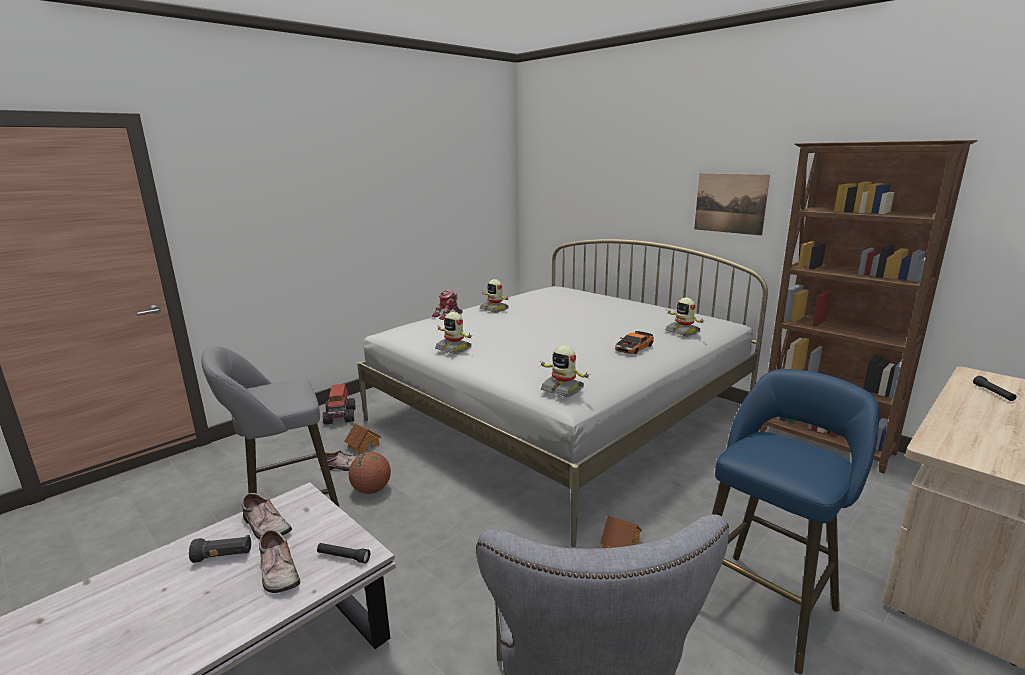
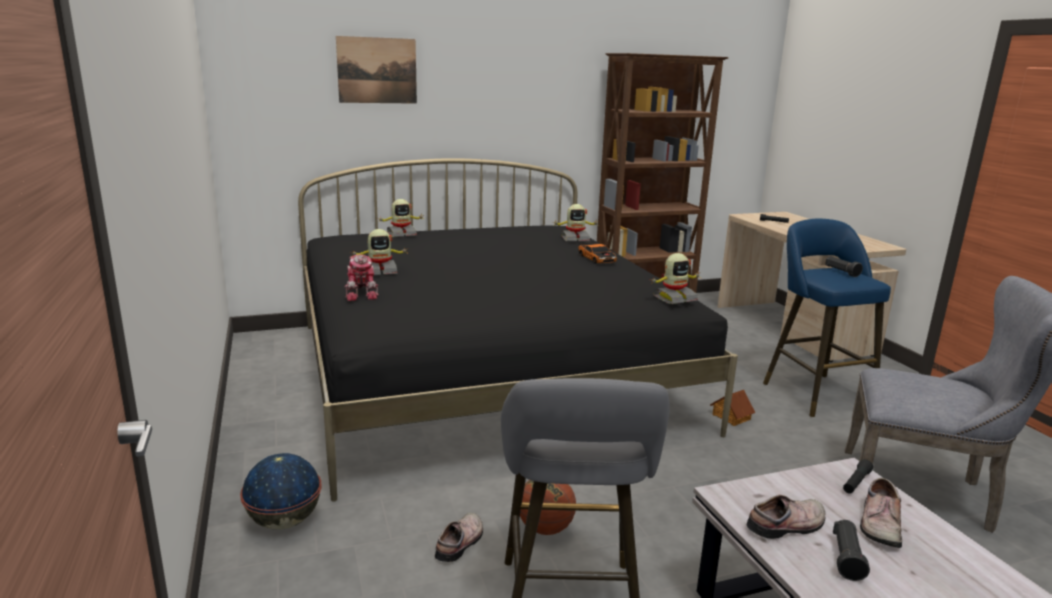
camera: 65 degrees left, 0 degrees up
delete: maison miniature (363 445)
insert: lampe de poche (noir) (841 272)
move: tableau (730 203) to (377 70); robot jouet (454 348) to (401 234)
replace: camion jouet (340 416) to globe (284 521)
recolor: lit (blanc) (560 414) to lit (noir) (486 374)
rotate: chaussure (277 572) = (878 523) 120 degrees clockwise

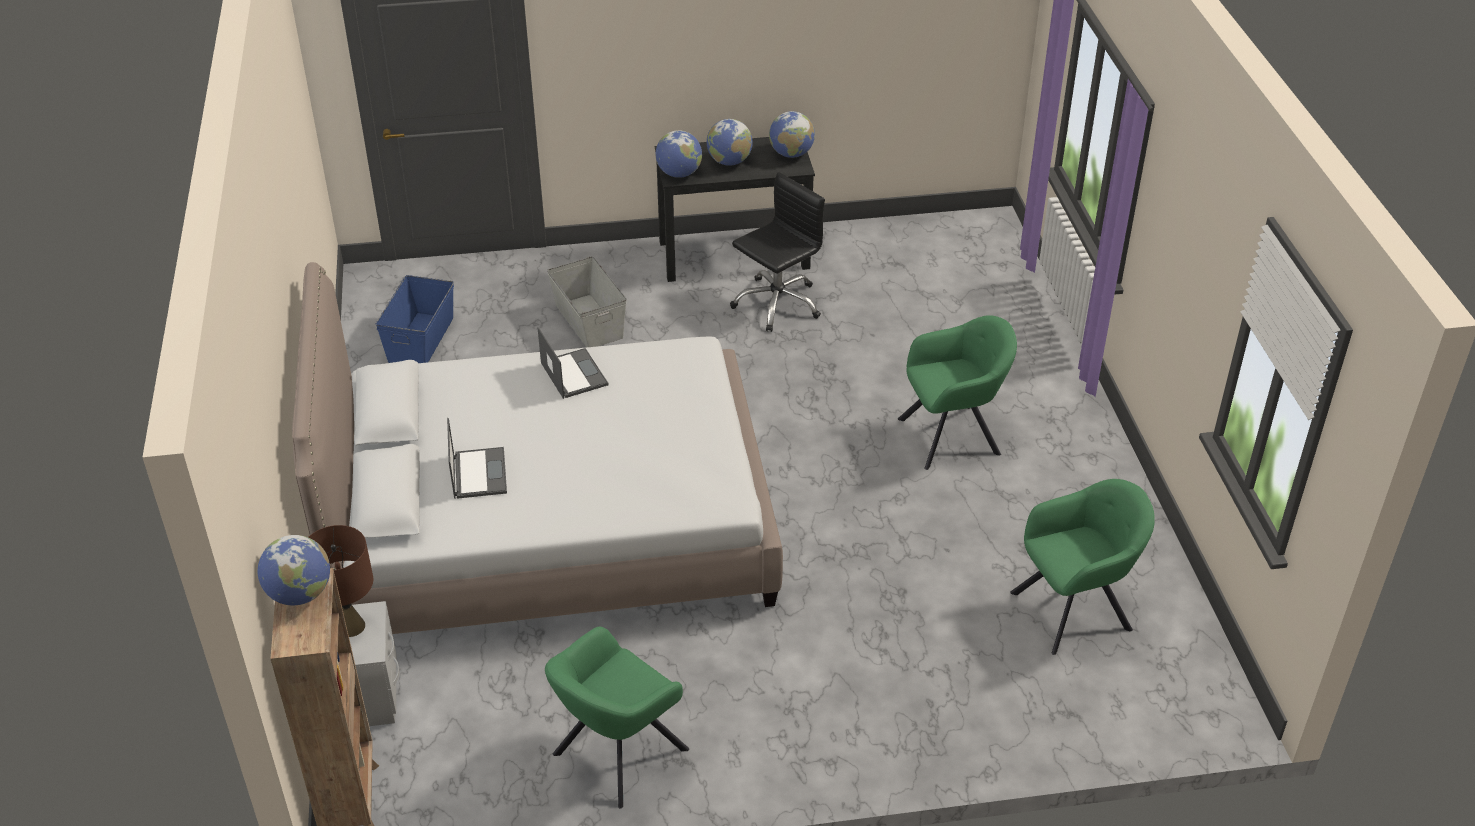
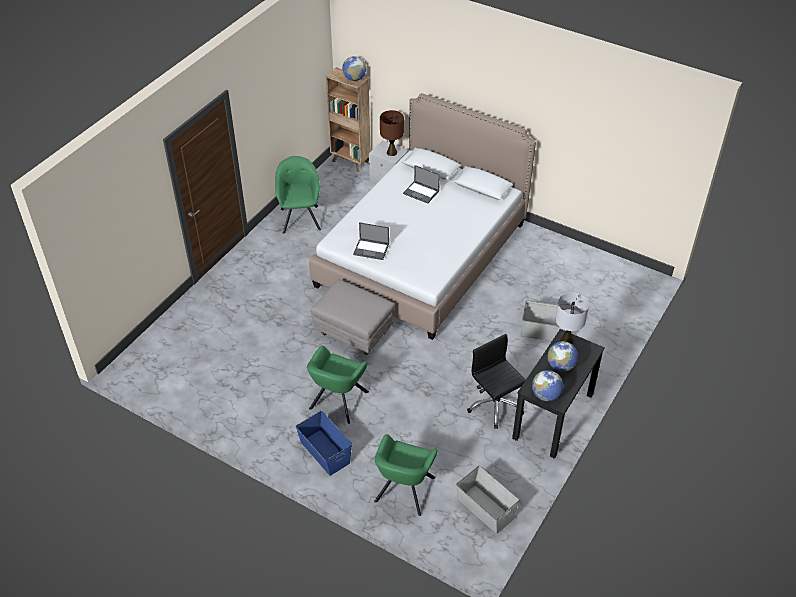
camera: 130 degrees right, 5 degrees up
insert: pouf (gris) (354 333); boîte de rangement (gris) (485 509)
move: boîte de rangement (bleu) (421 339) to (325 452); ordinateur portable (573 373) to (371 249); fauteuil (vert) (1075 609) to (404 491)
replace: globe (679 174) to lampe de table (gris) (566 340)
rotate: chaise de bureau (noir) (777 303) = (494 406) 150 degrees clockwise

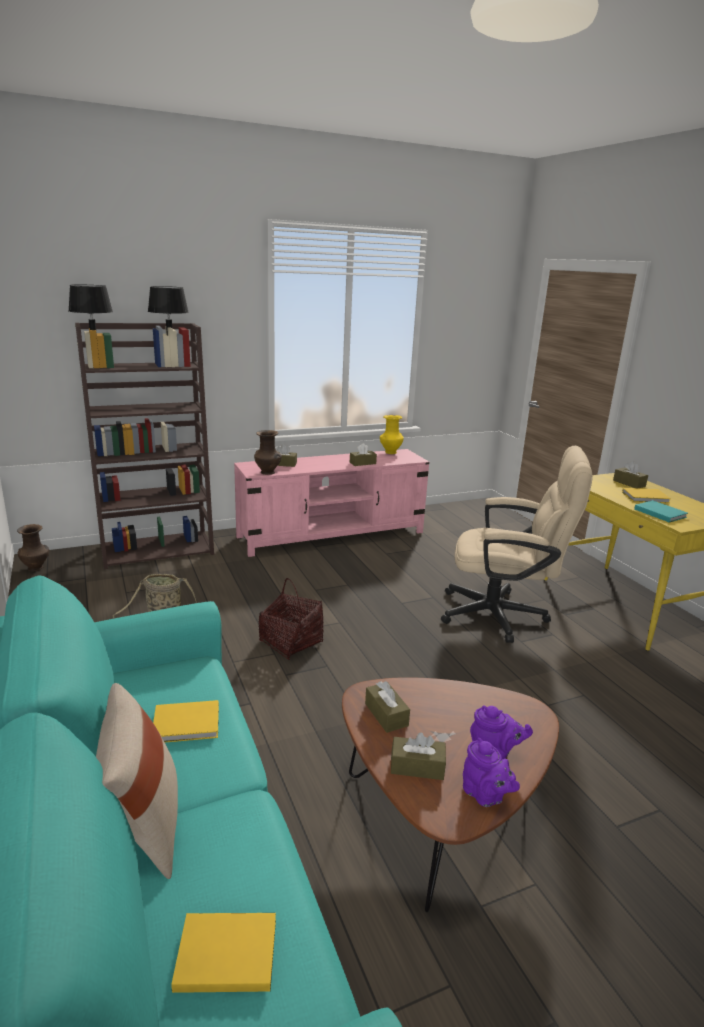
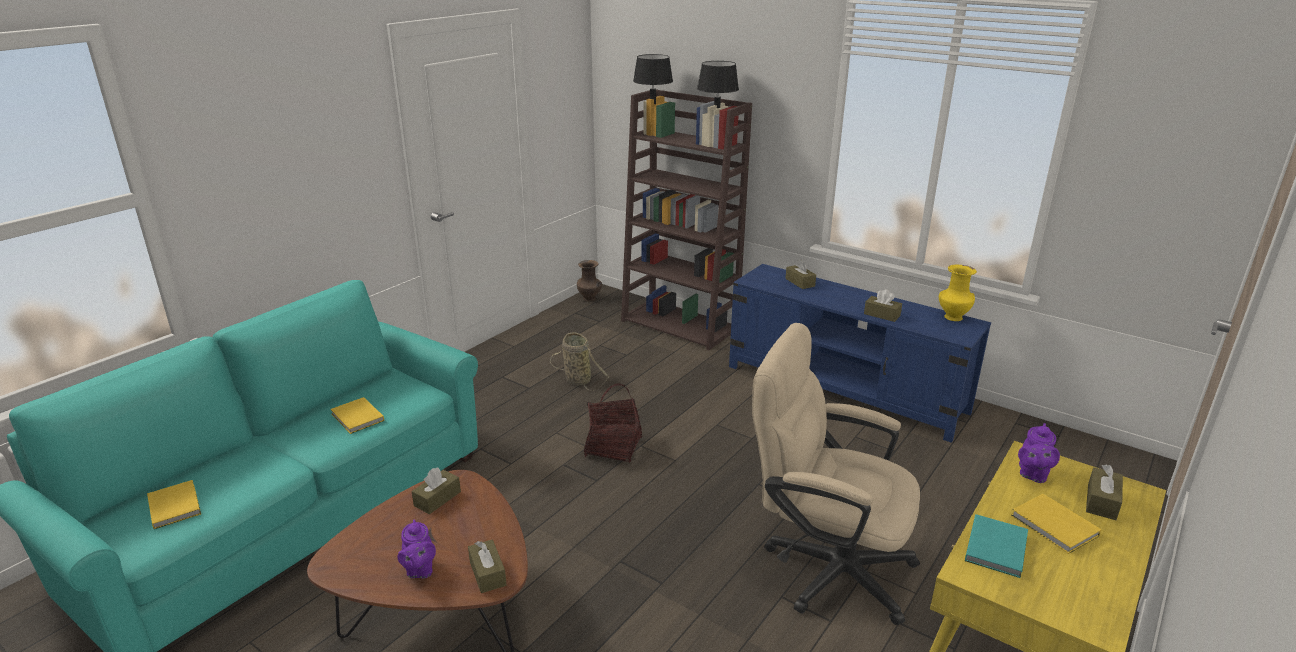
camera: 60 degrees right, 5 degrees up
delete: coussin (beige) (144 825); vase (marron) (268 473)
move: boîte à mouchoirs (marron) (417 767) to (487 573); théière (violet) (485 796) to (1032 474)
recolor: meuble télé (rose) (332 535) to meuble télé (bleu) (845 389)
rotate: chaise de bureau (beige) (503 615) = (825 566) 135 degrees clockwise

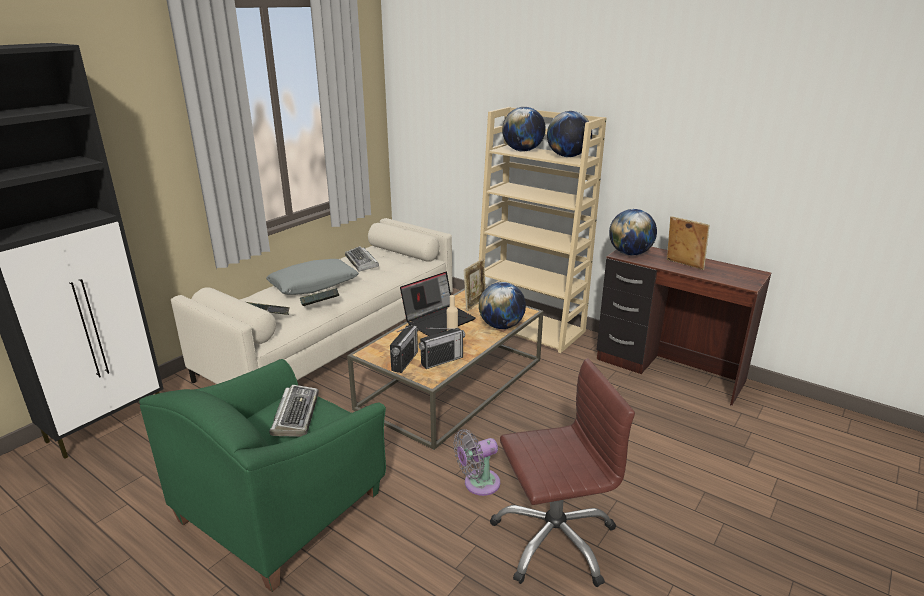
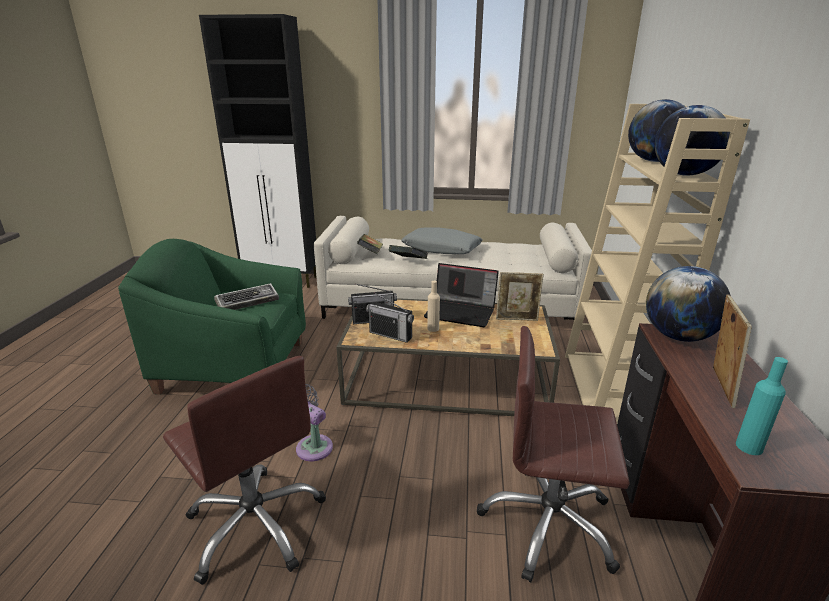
camera: 60 degrees right, 0 degrees up
delete: clavier (362 262); globe (501 326)
insert: chaise de bureau (marron) (548 524); bouteille (turquoise) (749 447)

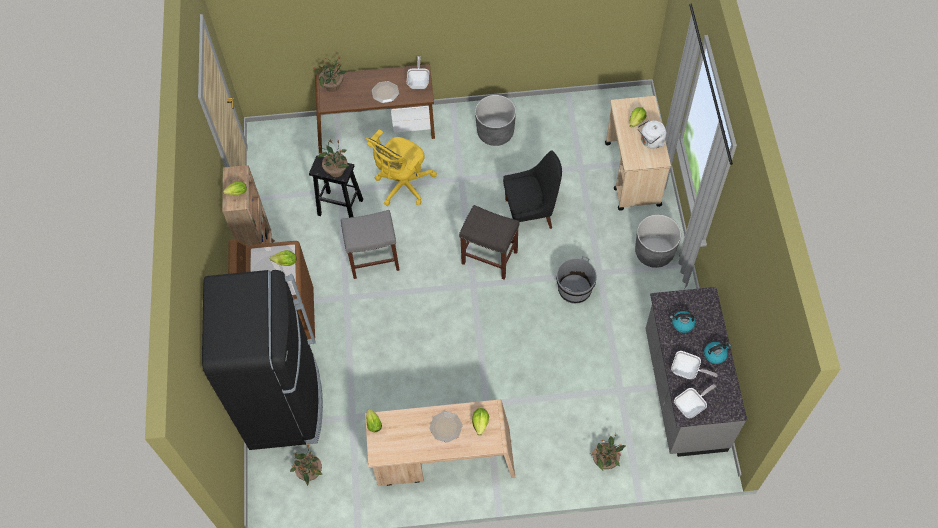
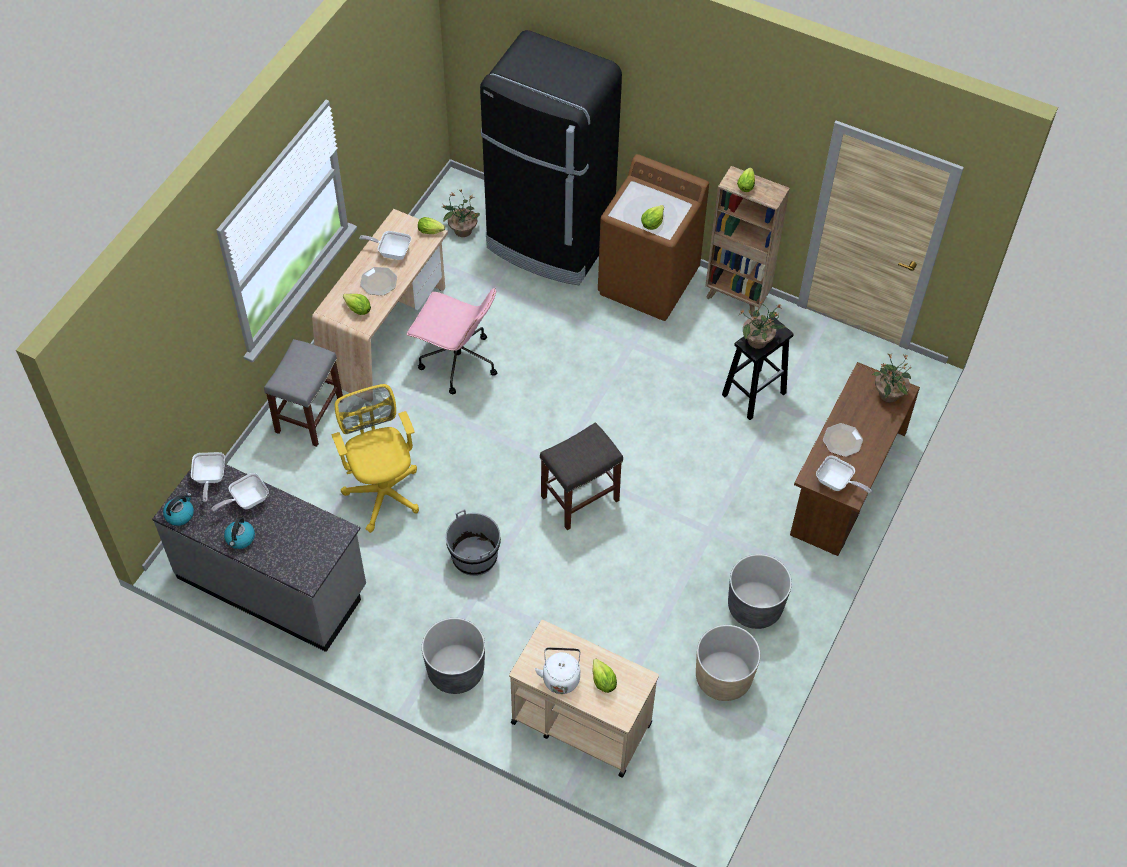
camera: 120 degrees right, 5 degrees down
delete: chaise (noir) (531 213); plante en pot (605 460)
insert: poêle (391 252); chaise de bureau (rose) (457 361); cache-pot (beige) (723 677)
move: bouilloire (682 324) to (180 514); tabouret (gris) (373 260) to (309 415); chaise de bureau (jaune) (402 186) to (382 490)

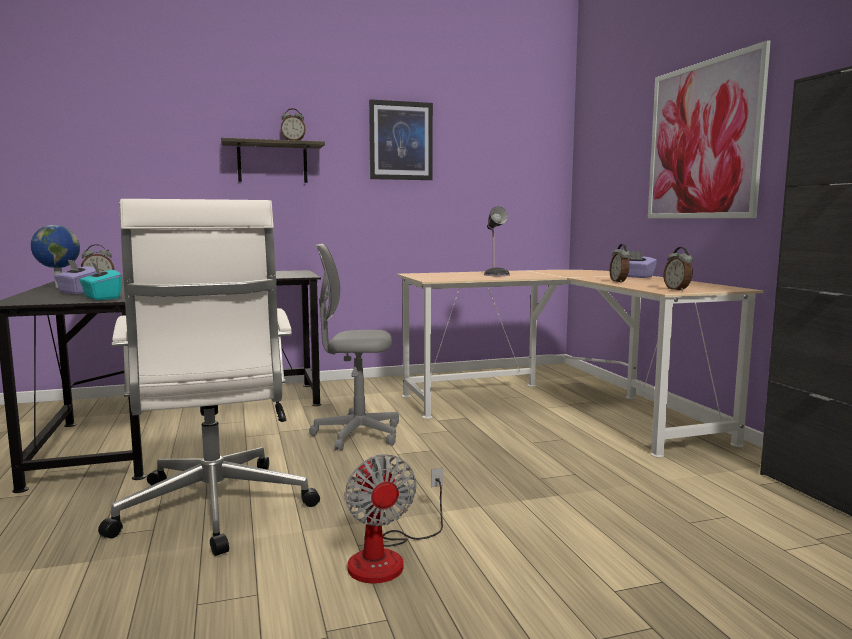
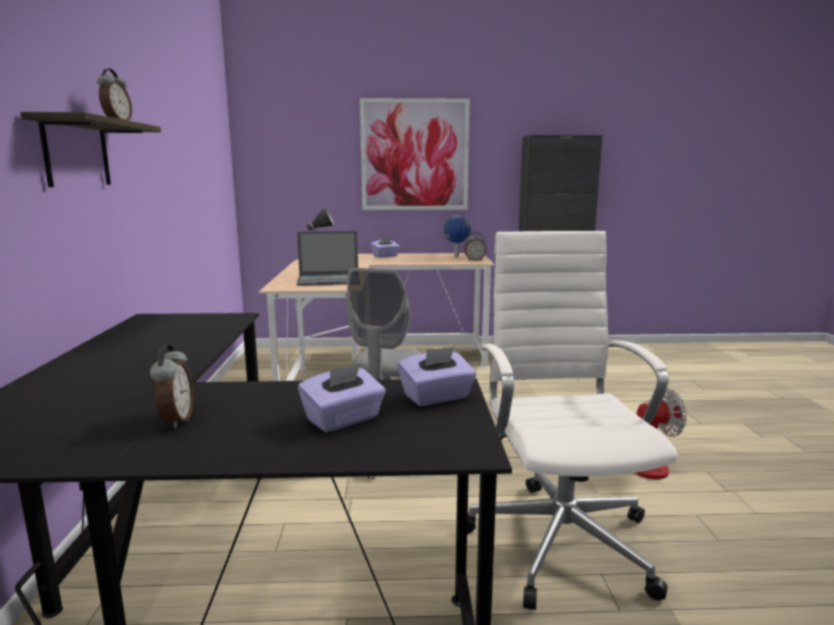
camera: 75 degrees left, 5 degrees up
delete: tableau (401 141); réveil (619 282)
insert: ordinateur portable (329 280)
move: globe (58 288) to (456 255)
recolor: boîte à mouchoirs (turquoise) (101 298) to boîte à mouchoirs (violet) (437 397)
rotate: chaise de bureau (blanc) (214 510) = (560 538) 90 degrees counterclockwise

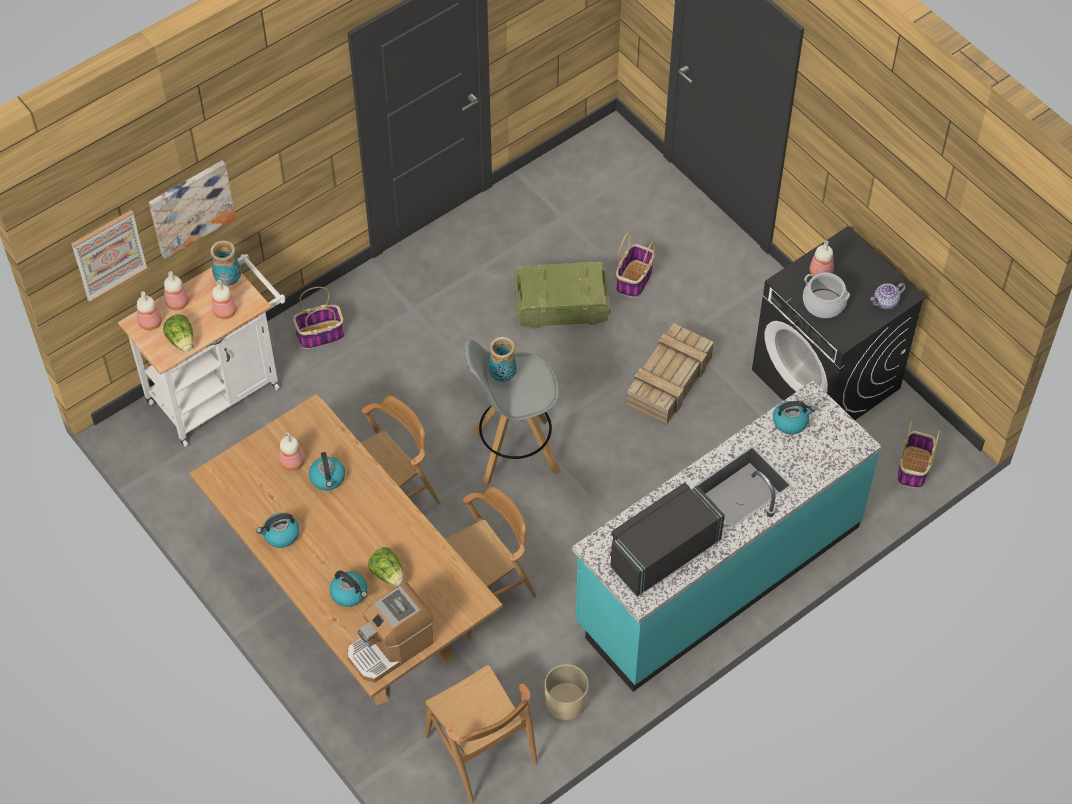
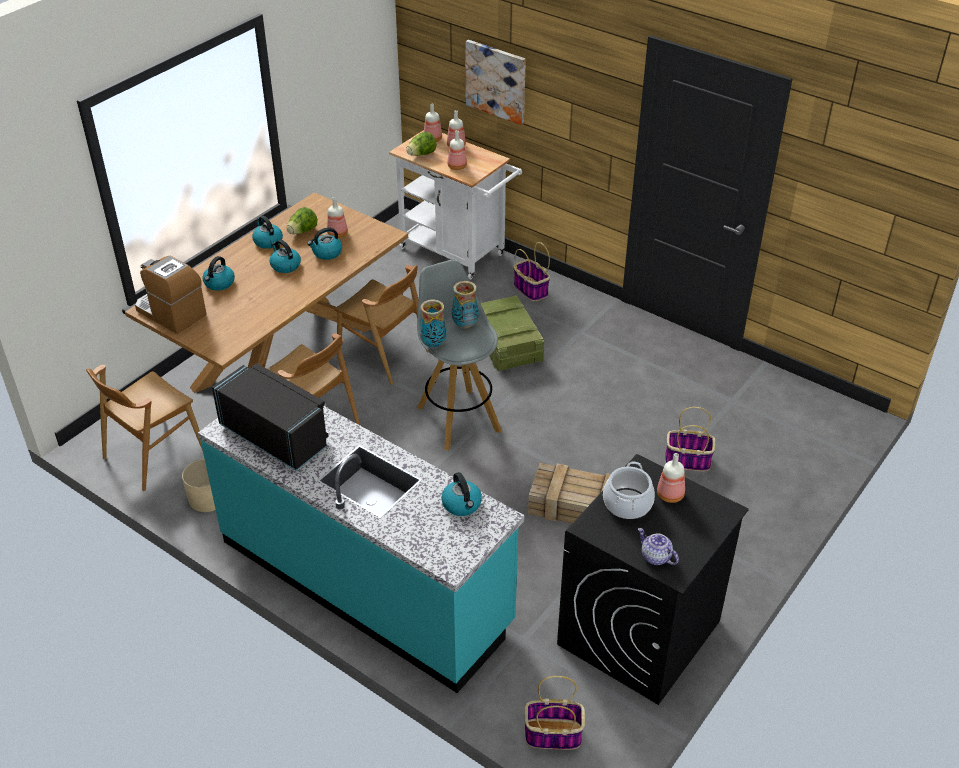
camera: 75 degrees right, 15 degrees down
delete: tableau (108 254)
insert: bouilloire (285 265)
move: laitue (388 574) to (302 231); vase (228 280) to (433 344); caisse (563 305) to (507 346)

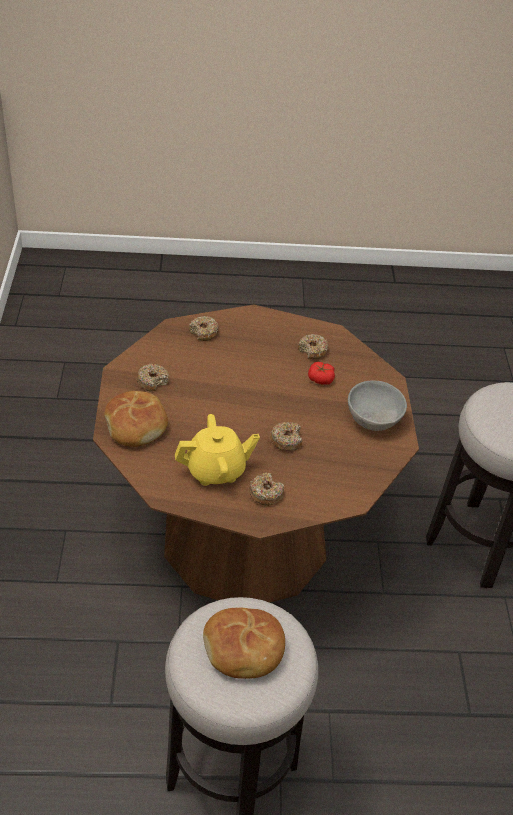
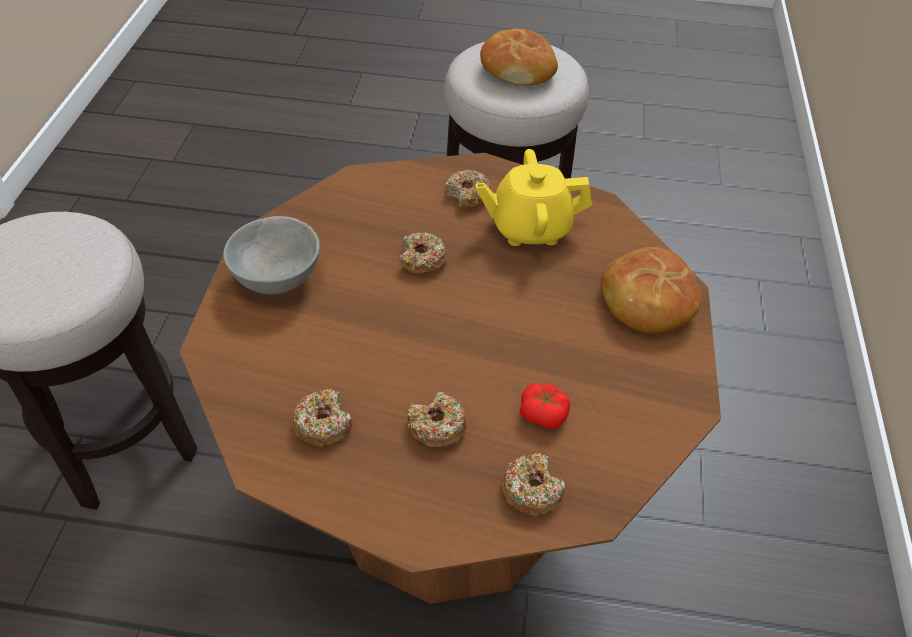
camera: 170 degrees left, 5 degrees up
move: beignet (152 381) to (437 426); tomate (320 379) to (543 413)

